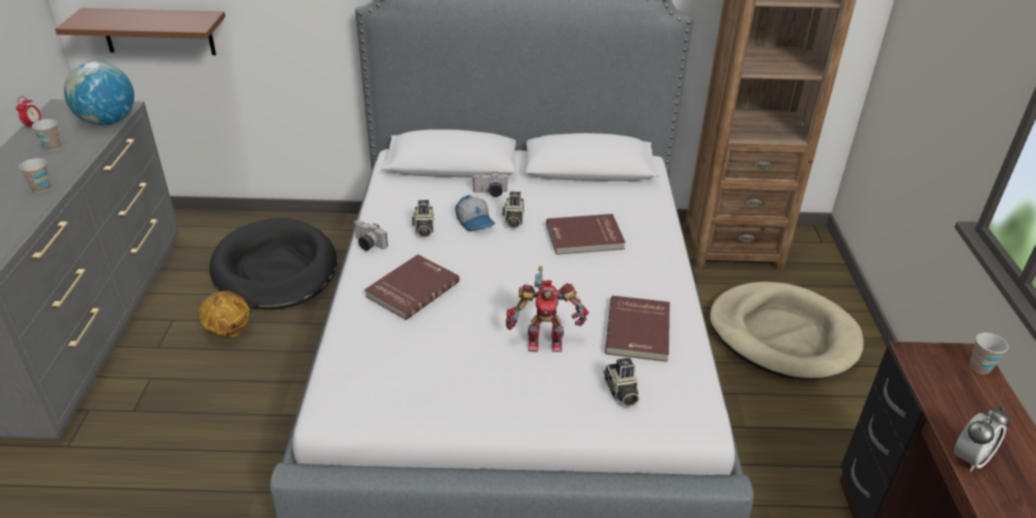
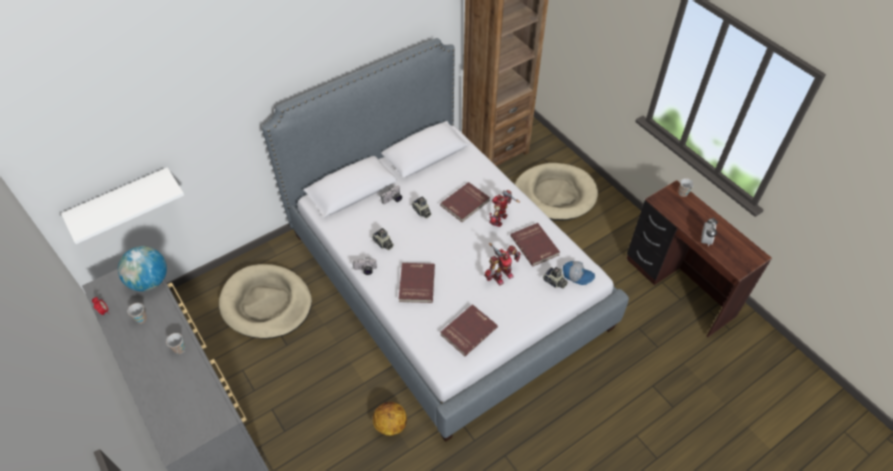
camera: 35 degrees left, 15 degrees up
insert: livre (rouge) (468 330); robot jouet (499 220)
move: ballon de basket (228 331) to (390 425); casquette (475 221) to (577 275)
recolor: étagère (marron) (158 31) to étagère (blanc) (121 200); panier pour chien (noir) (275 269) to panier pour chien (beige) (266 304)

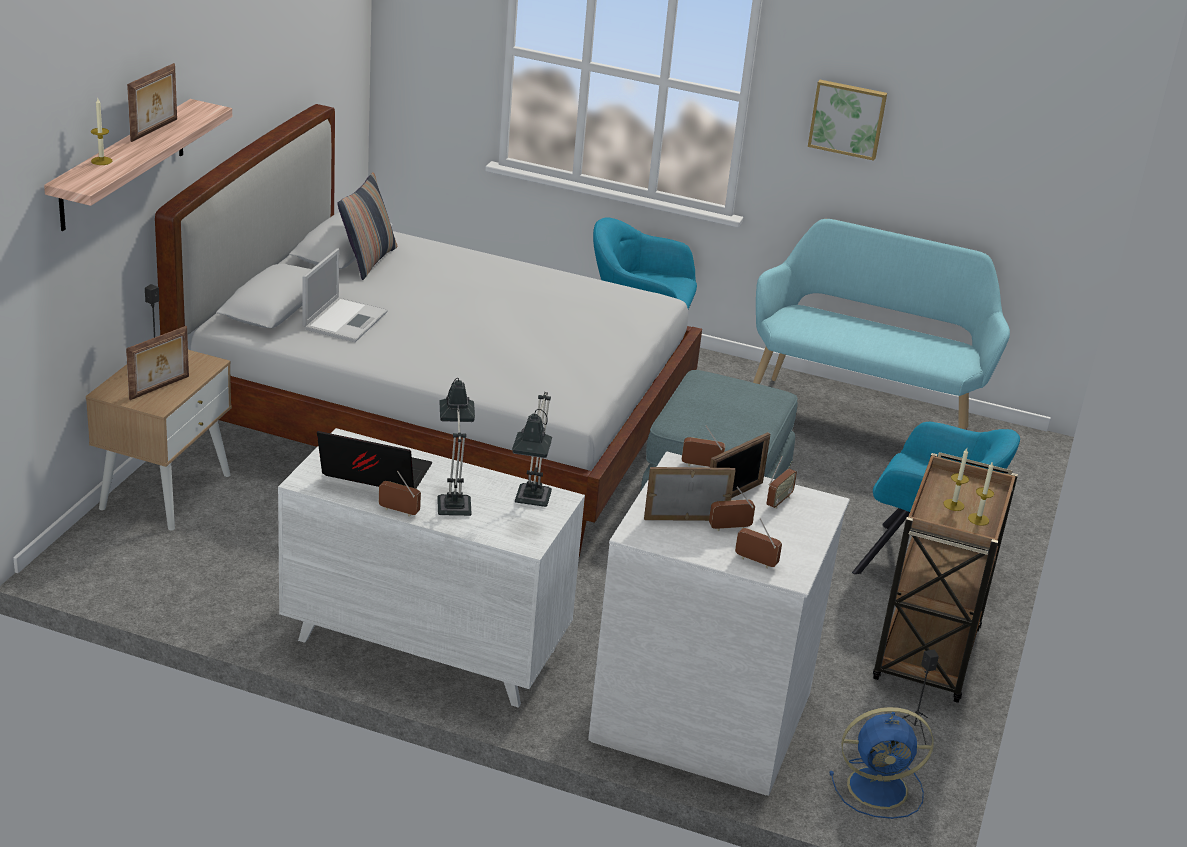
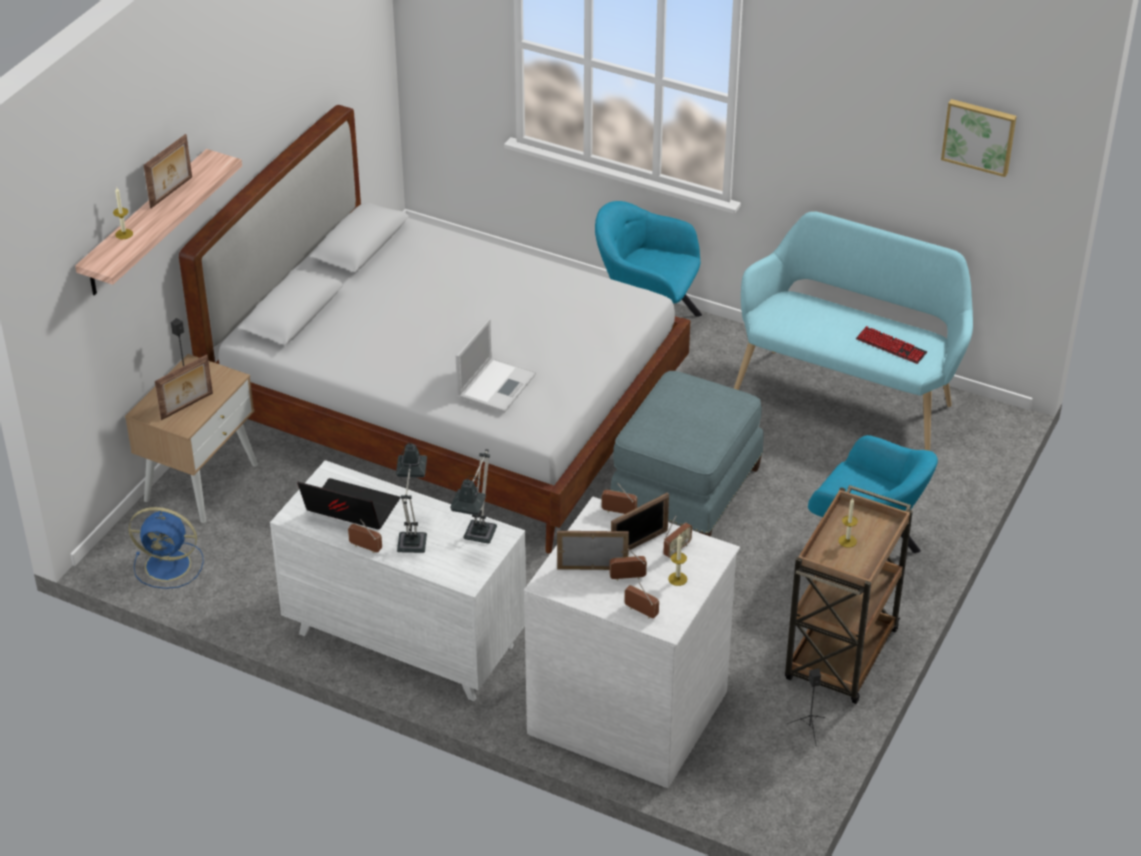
camera: 10 degrees right, 10 degrees up
delete: coussin (368 261)
insert: clavier (891 346)
move: ventilateur (bleu) (880 788) to (170 565); ordinateur portable (345 320) to (497 385); bougie (978 519) to (677 579); tableau (847 118) to (979 136)

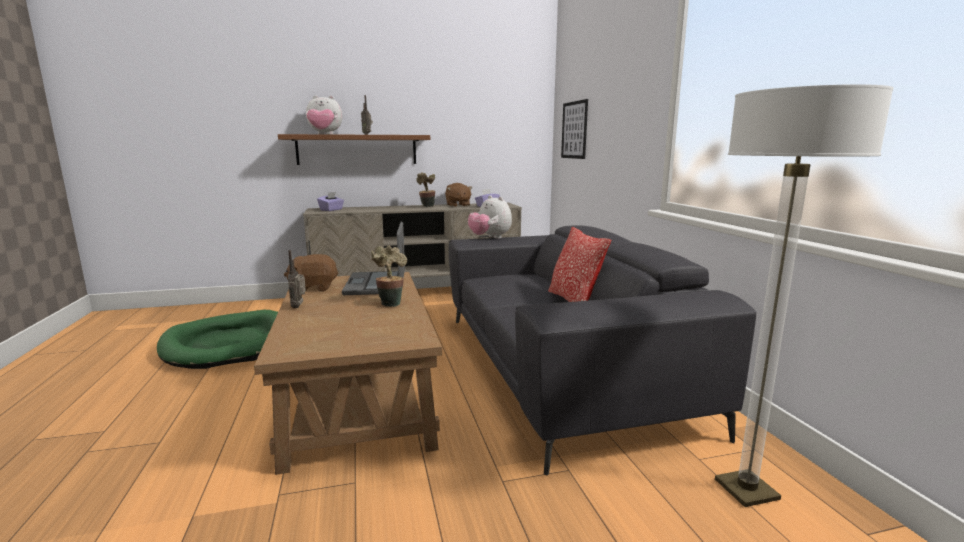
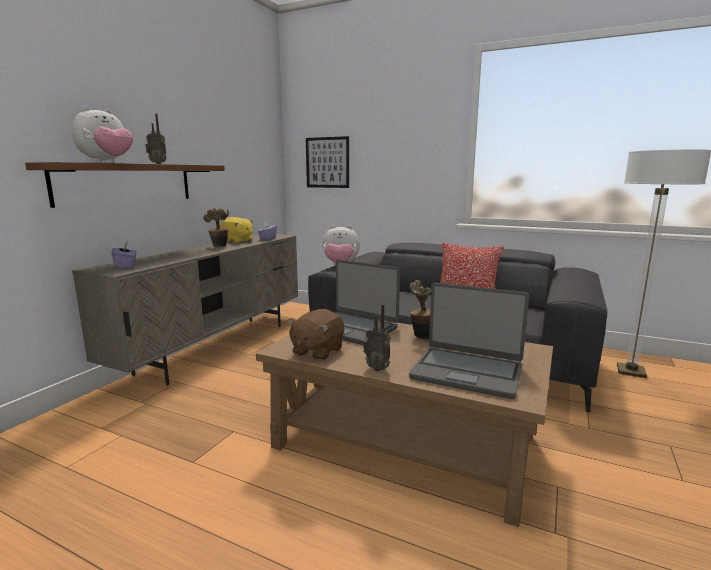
camera: 50 degrees left, 0 degrees up
delete: panier pour chien (vert) (230 344)
insert: ordinateur portable (467 372)
recolor: peluche (marron) (457 205) to peluche (jaune) (237 241)

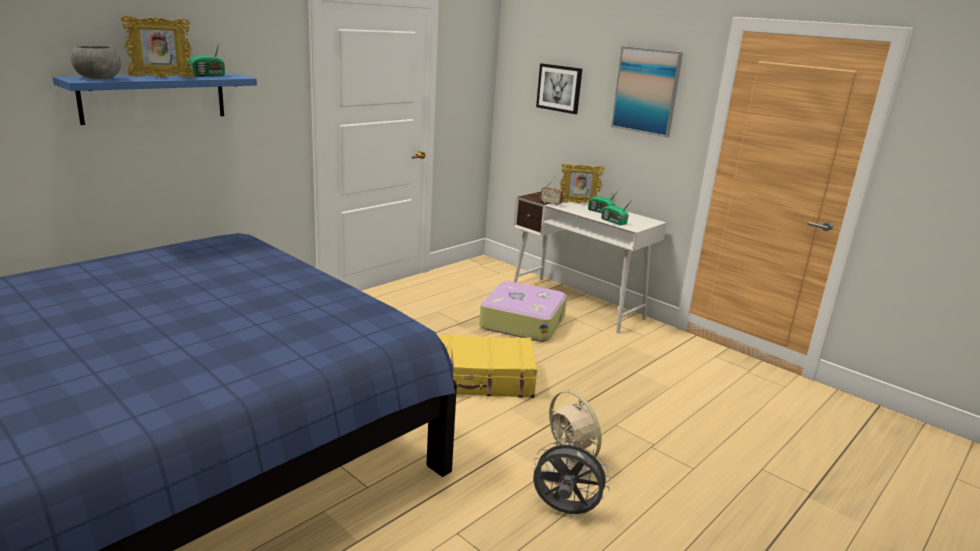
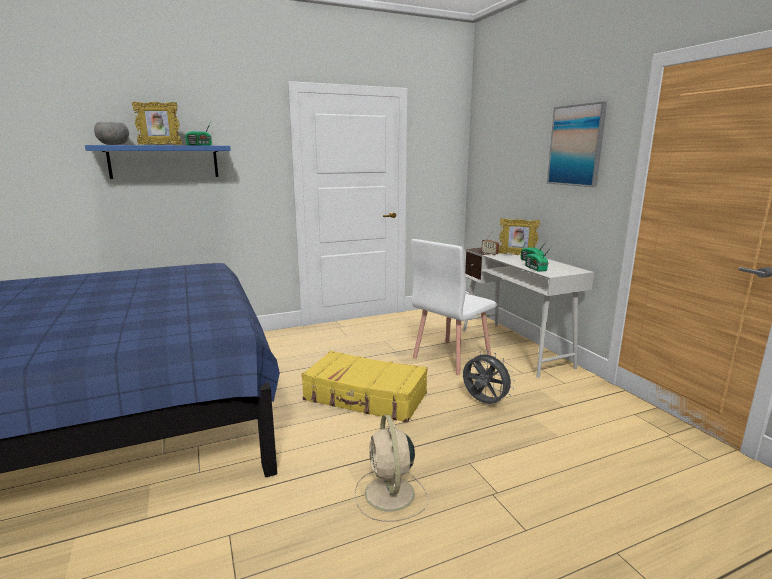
camera: 25 degrees right, 5 degrees down
delete: tableau (559 88)
move: ventilateur (gris) (564 511) to (484 403)
replace: valise (522 322) to chaise (blanc) (451 357)

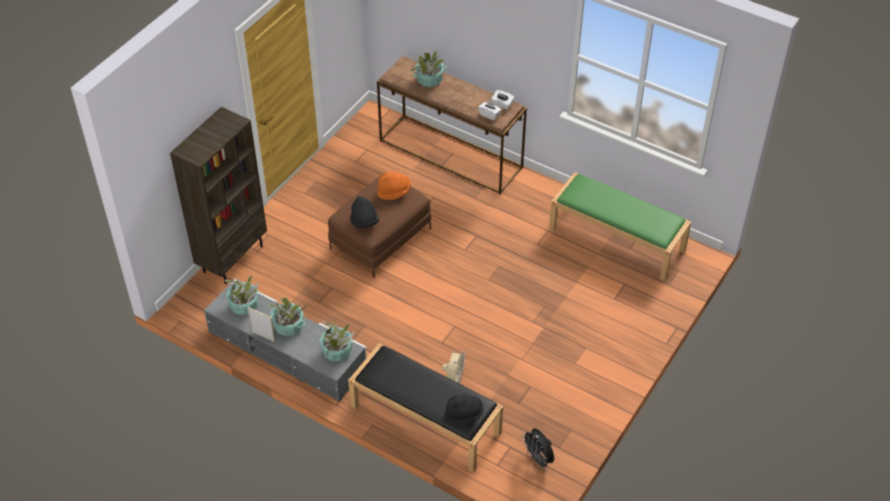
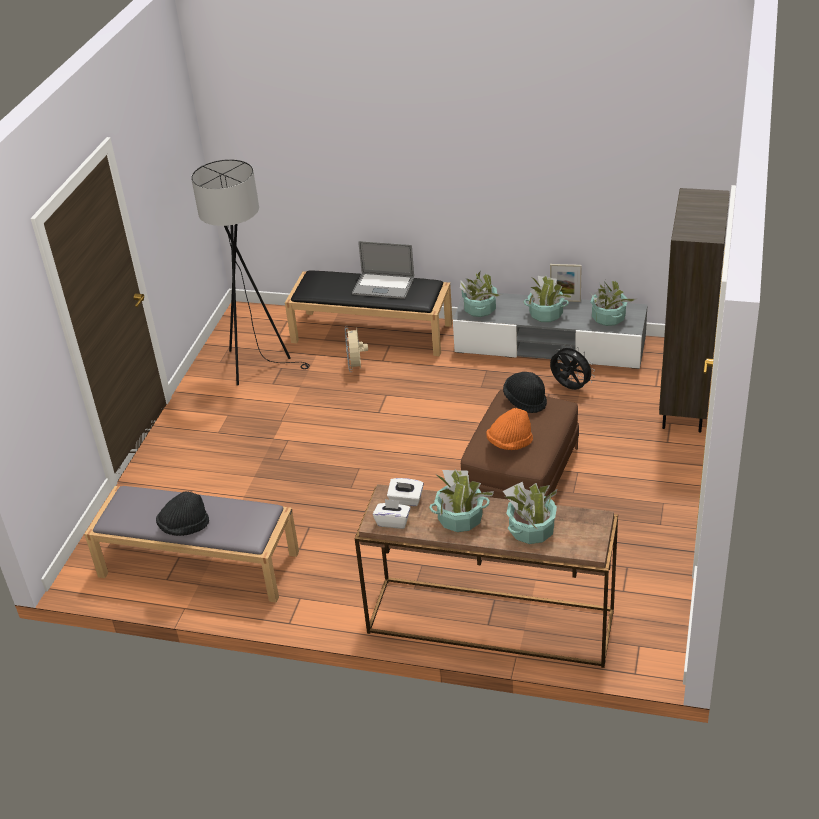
camera: 165 degrees right, 10 degrees down
insert: lampadaire (noir) (258 363); ordinateur portable (383 286); plante en pot (460 519)
move: chapeau (noir) (463 415) to (184 527); ventilateur (noir) (538 459) to (570 388)
recolor: banc (vert) (617 239) to banc (gris) (197 564)

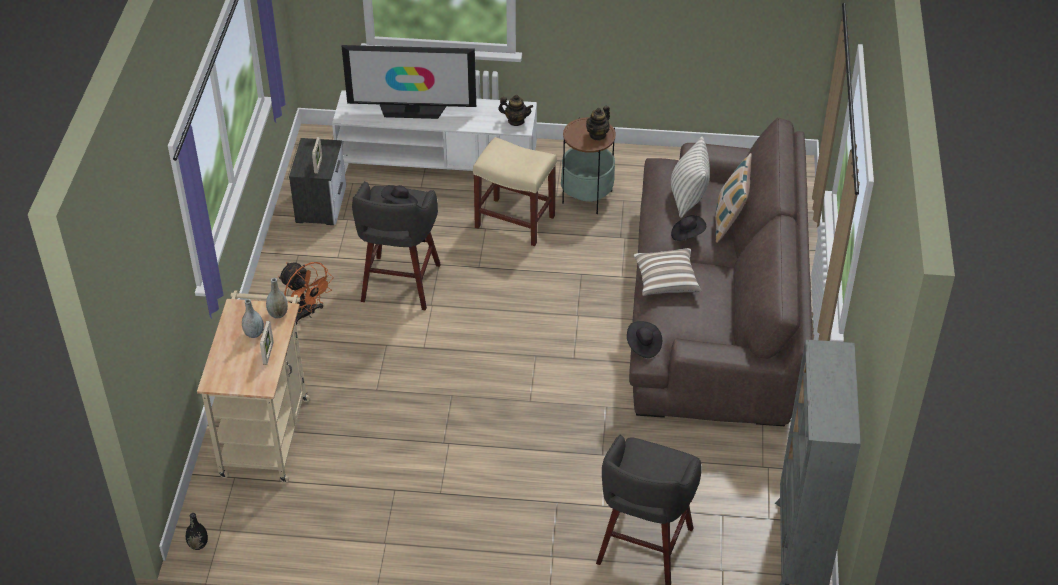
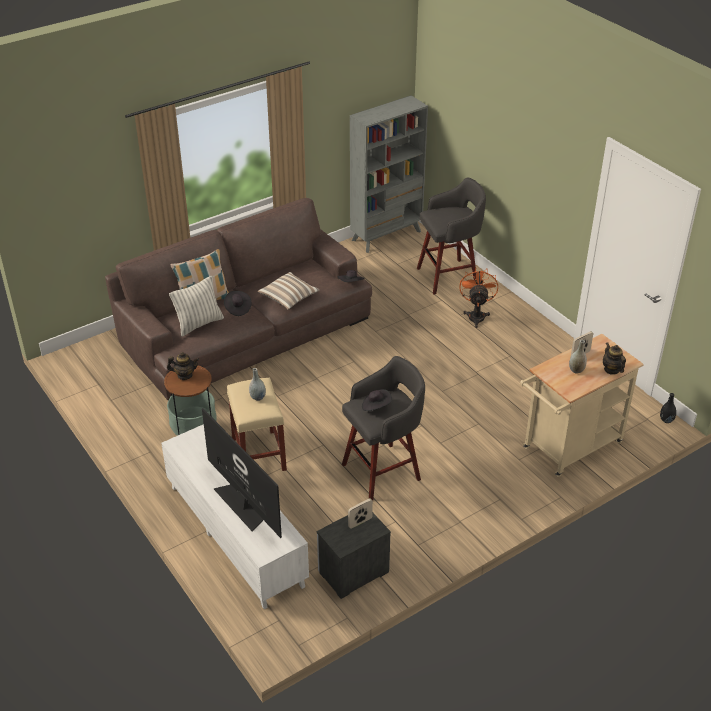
camera: 130 degrees left, 5 degrees down
move: vase (gris) (278 314) to (258 397); ventilateur (orange) (306 314) to (476 315); théière (516 121) to (611 369)

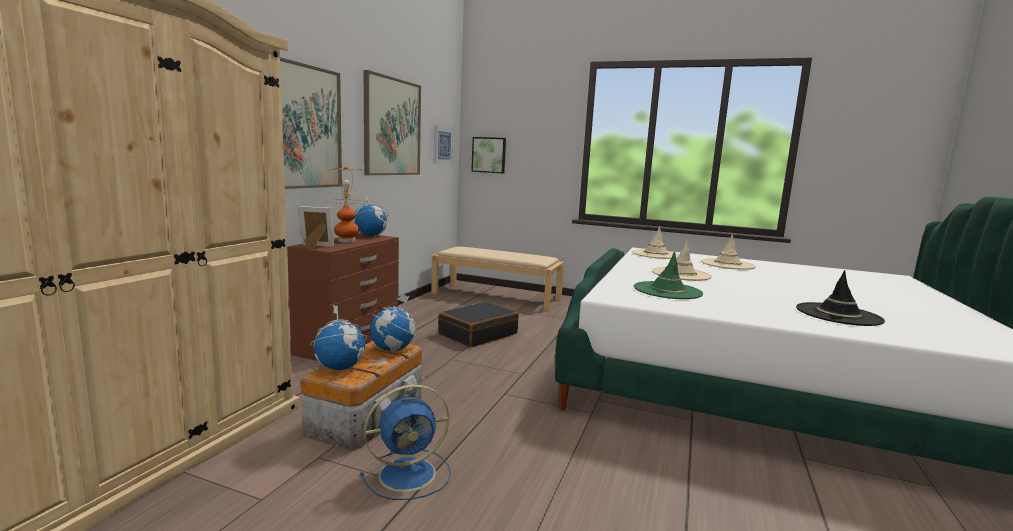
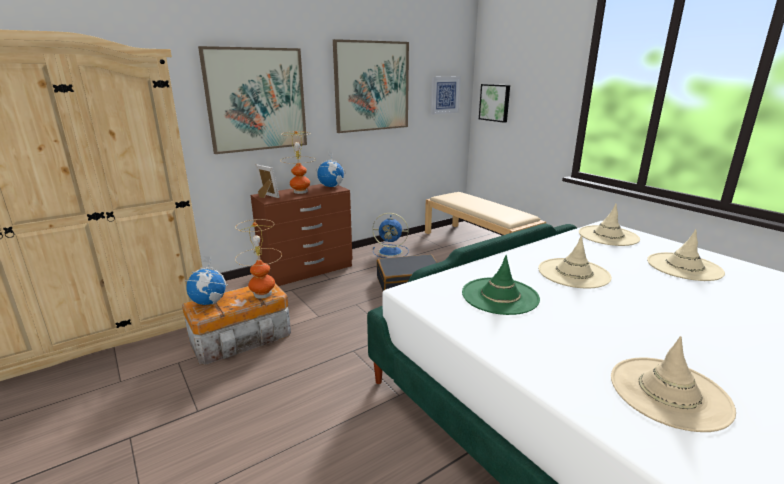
camera: 35 degrees right, 10 degrees up
move: ventilateur (bleu) (410 473) to (391 251)
replace: globe (393 349) to lampe de table (262 294)
recolor: chapeau (noir) (838 315) to chapeau (beige) (669 393)

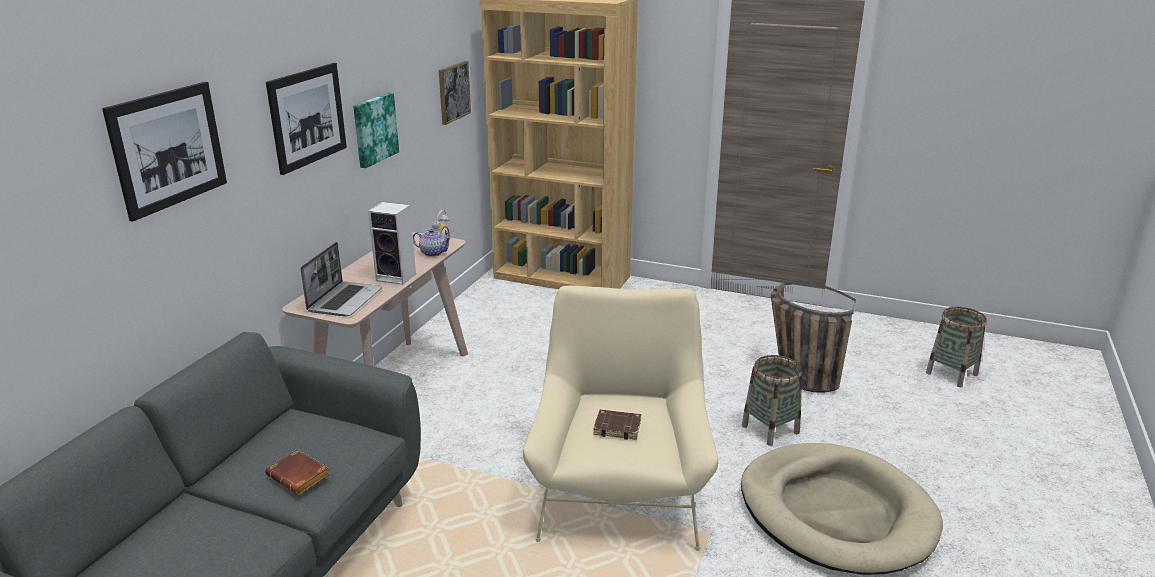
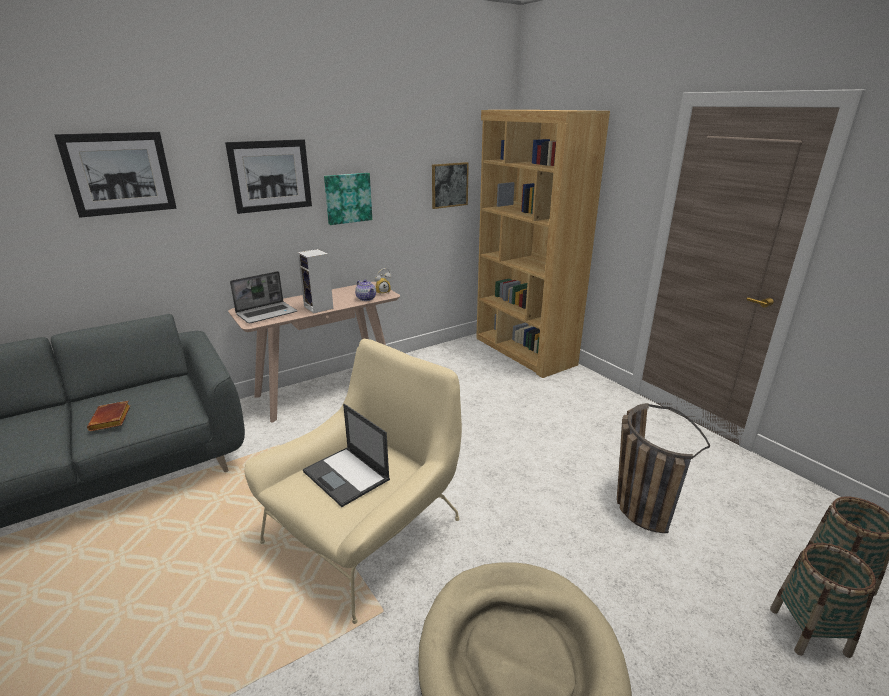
camera: 35 degrees right, 0 degrees up
move: panier (770 429) to (808 631)
replace: livre (marron) (618 427) to ordinateur portable (347 476)

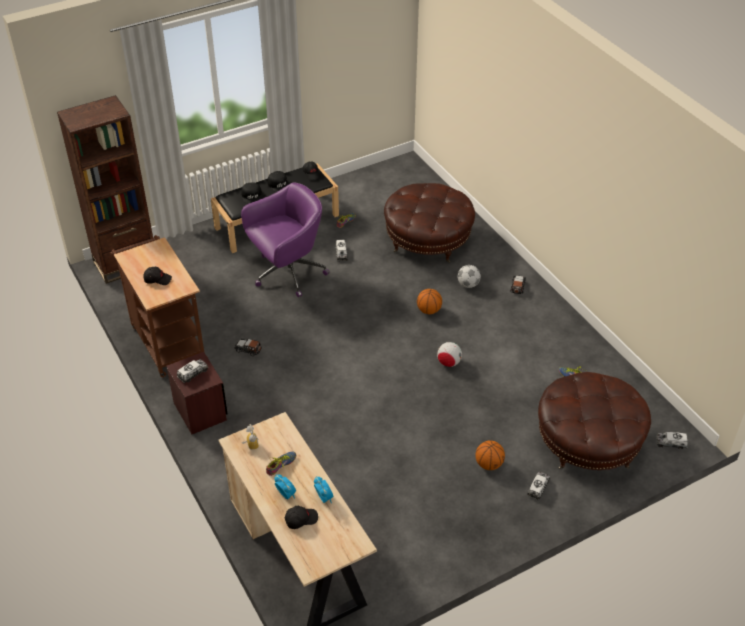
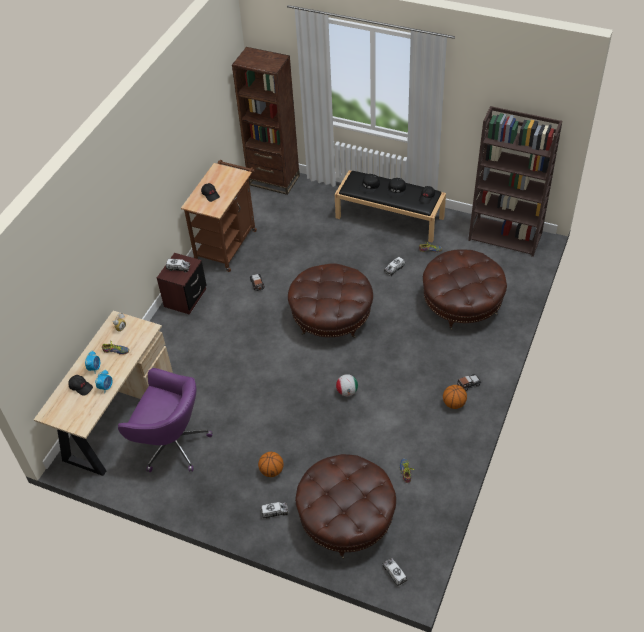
camera: 55 degrees right, 5 degrees up
delete: ballon de foot (468 285)
insert: pouf (marron) (331 317); bibliothèque (marron) (506 236)
move: chaise de bureau (violet) (287 273) to (171 443); ballon de basket (429 310) to (454 403)

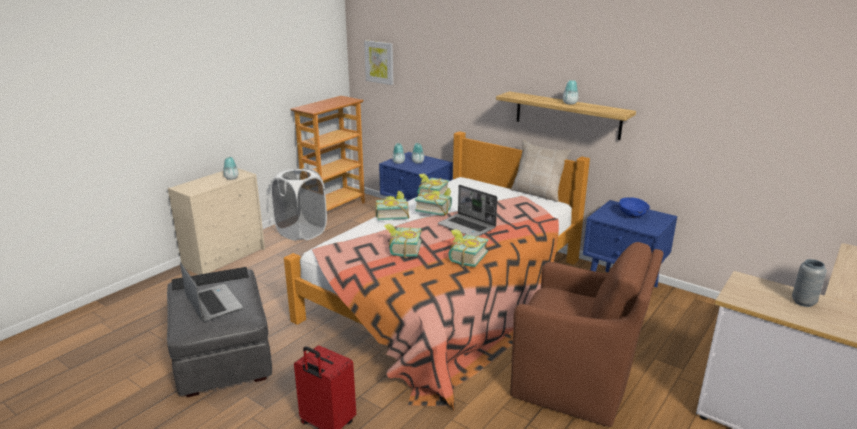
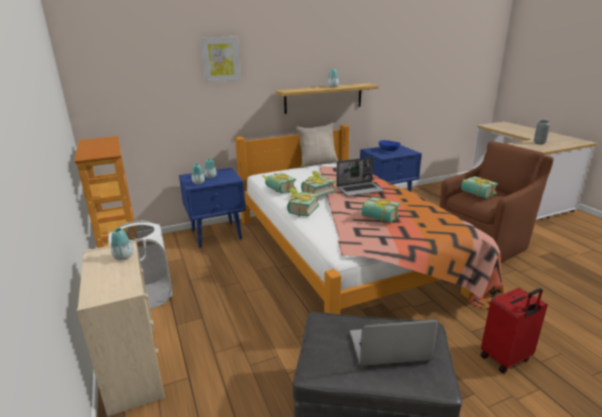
camera: 60 degrees left, 0 degrees up
delete: clavier (211 279)
move: tableau (379 62) to (220 59); livre (464 257) to (475 194)

